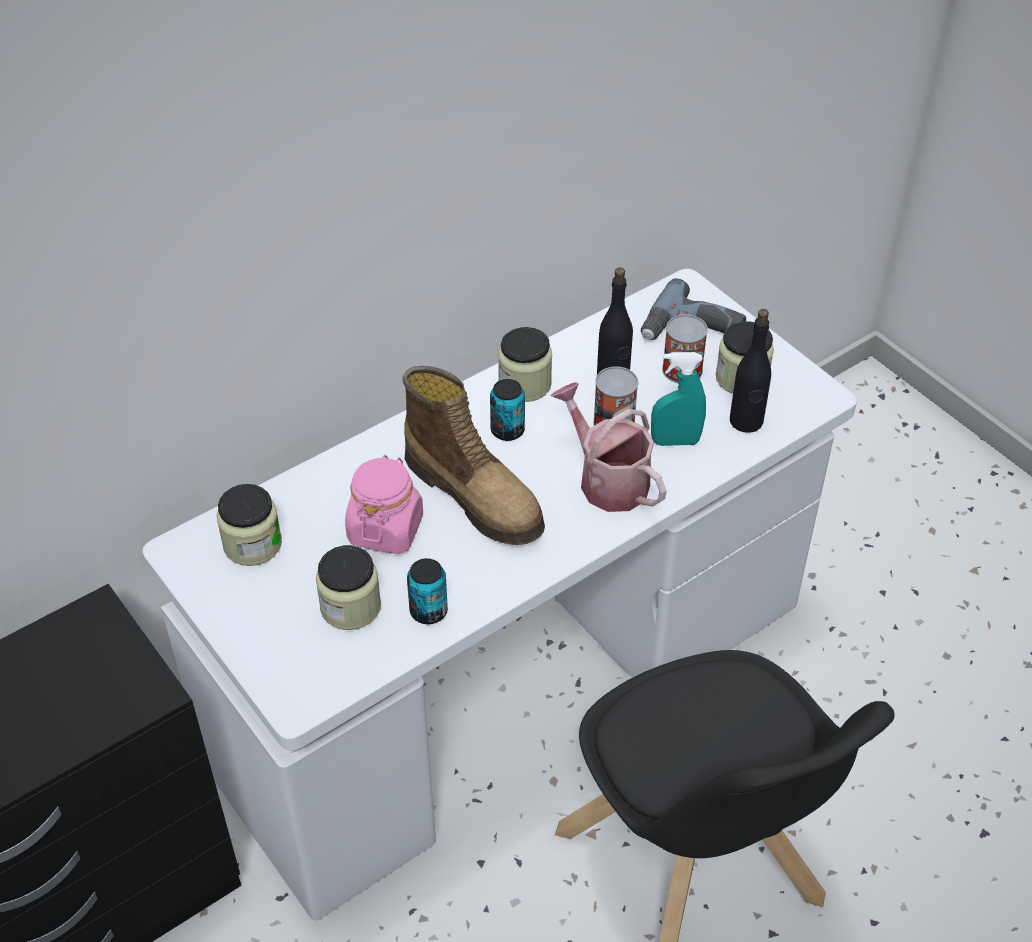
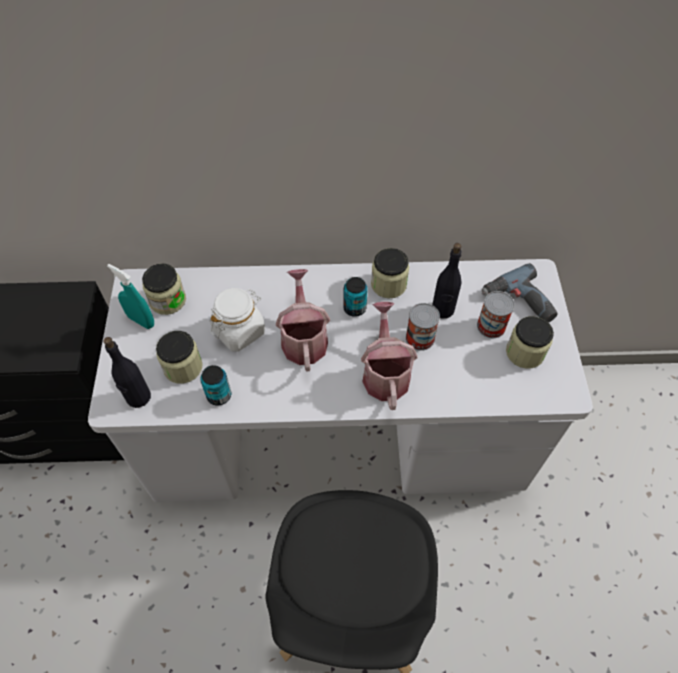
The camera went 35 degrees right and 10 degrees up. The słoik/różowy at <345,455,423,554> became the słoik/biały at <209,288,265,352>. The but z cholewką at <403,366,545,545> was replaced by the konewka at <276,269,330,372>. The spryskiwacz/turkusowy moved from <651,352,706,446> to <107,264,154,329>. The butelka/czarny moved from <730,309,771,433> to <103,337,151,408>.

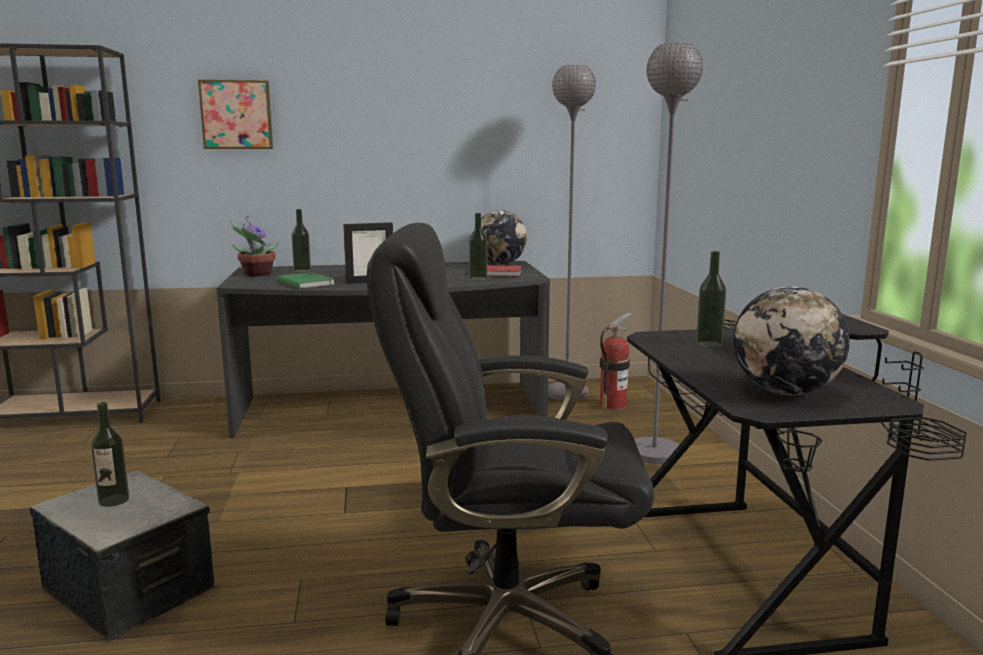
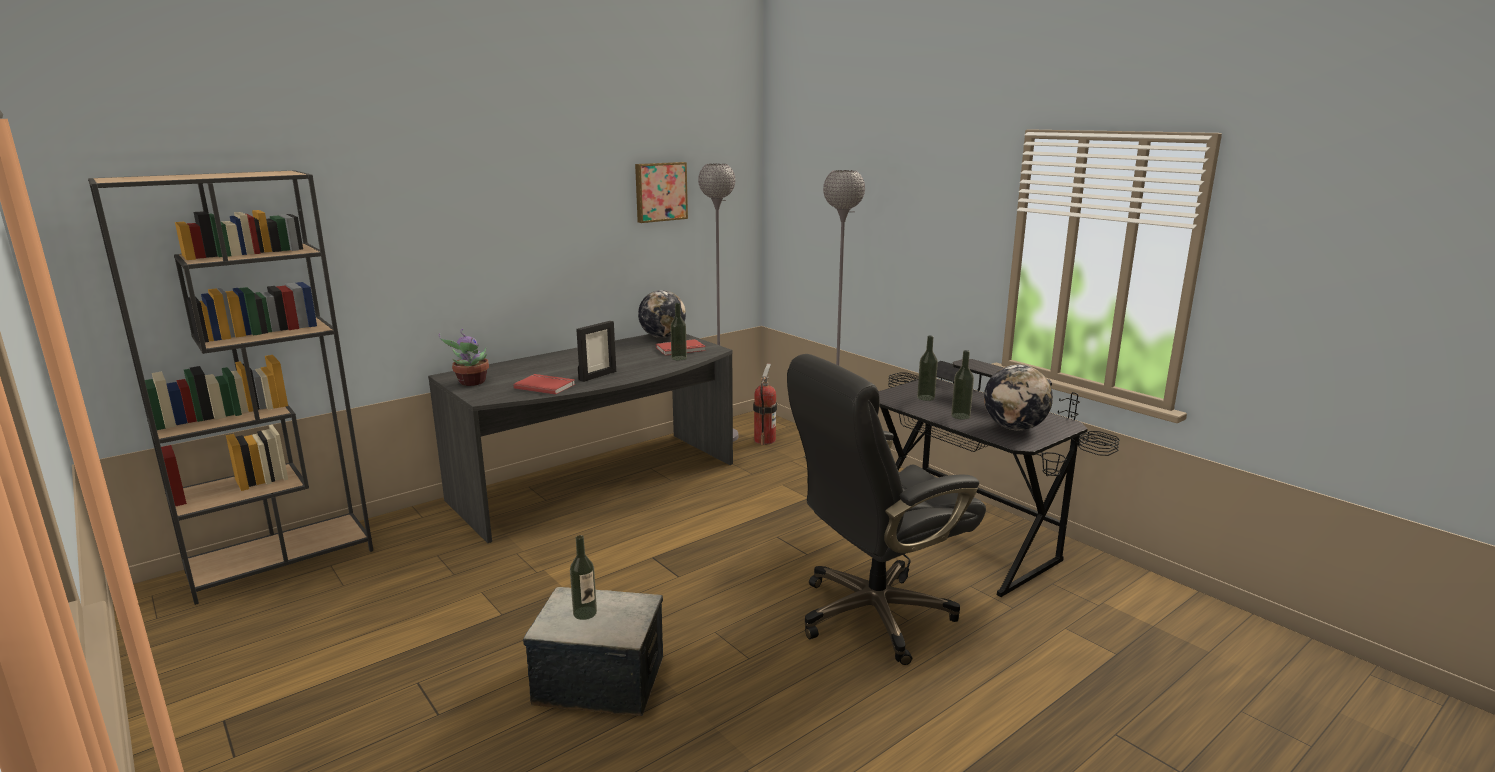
The camera went 30 degrees left and 5 degrees up. The obraz moved from <198,79,273,149> to <635,162,688,223>. The książka/zielony at <277,272,335,289> became the książka/czerwony at <514,374,575,395>. The butelka moved from <292,209,311,273> to <951,350,974,420>.

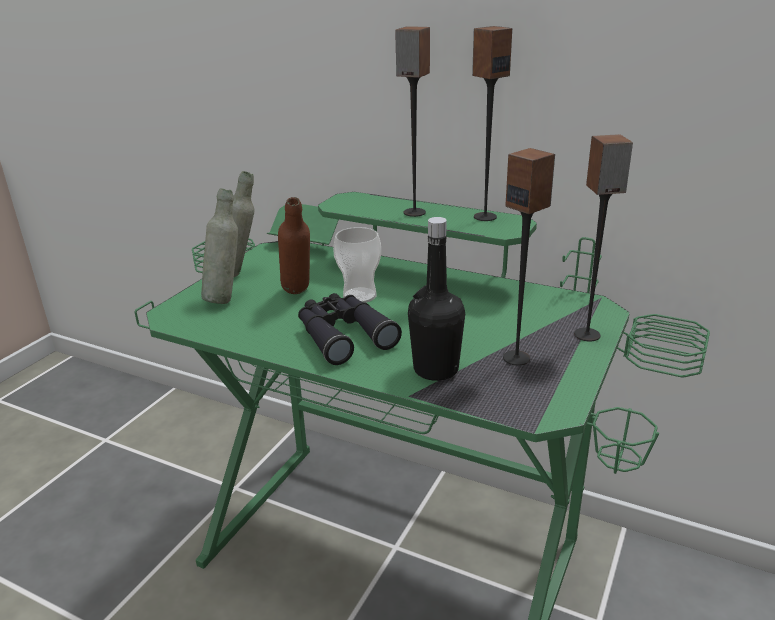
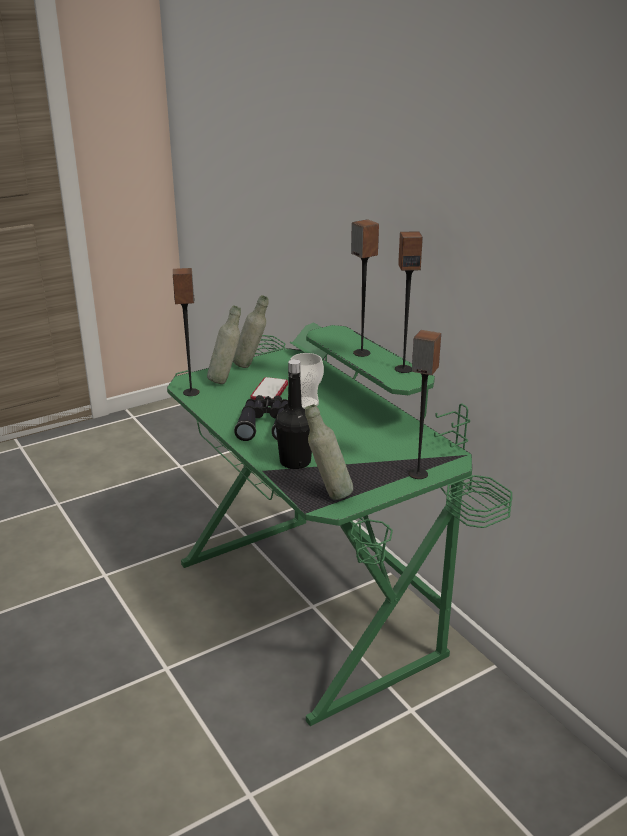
The camera went 30 degrees right and 0 degrees up. The butelka/brązowy at <278,197,310,294> was replaced by the telefon at <250,377,288,400>. The głośnik moved from <503,148,555,366> to <173,268,200,396>. The butelka/szary at <305,404,353,500> appeared.

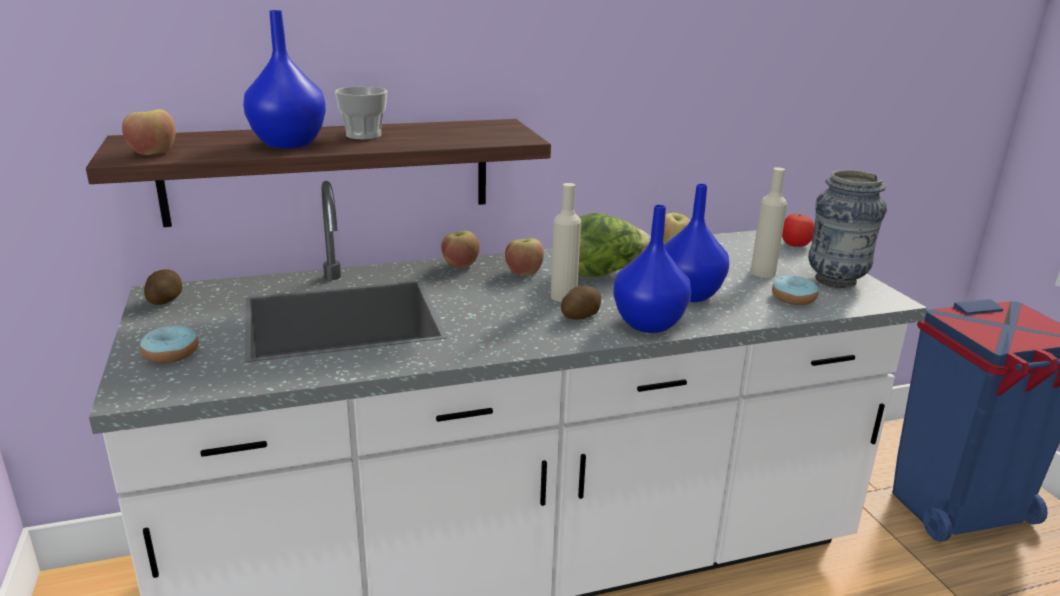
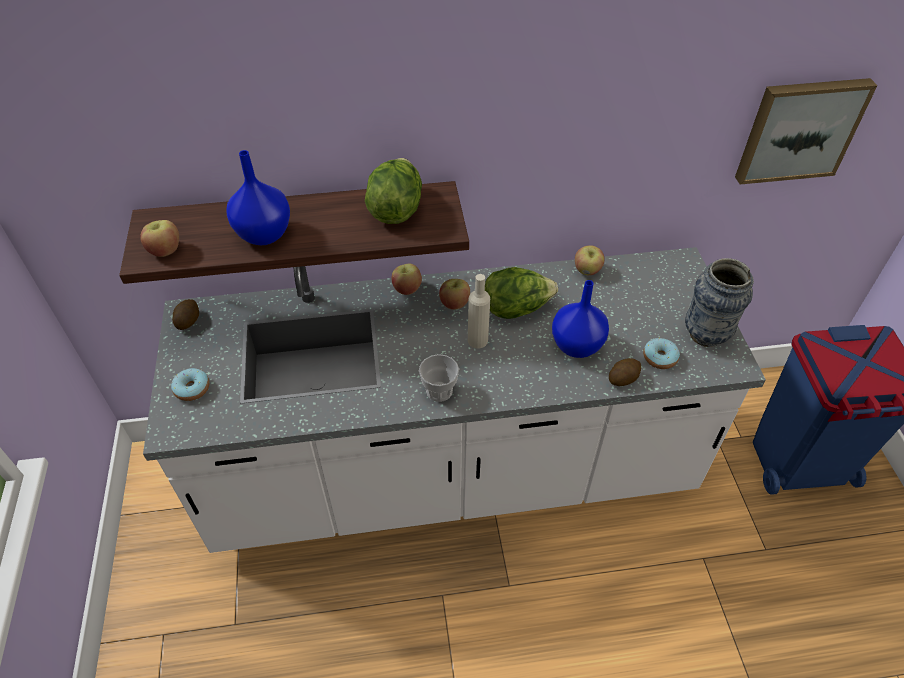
The camera went 10 degrees right and 25 degrees up. The filiżanka moved from <335,86,387,140> to <419,354,459,402>. The ziemniak moved from <561,286,601,320> to <609,358,641,386>. The wazon/niebieski at <613,205,691,333> disappeared. The butelka/beżowy at <751,167,787,278> disappeared. The pomidor at <782,214,814,247> disappeared. The sałata at <365,158,422,224> appeared. The obraz at <735,78,878,184> appeared.

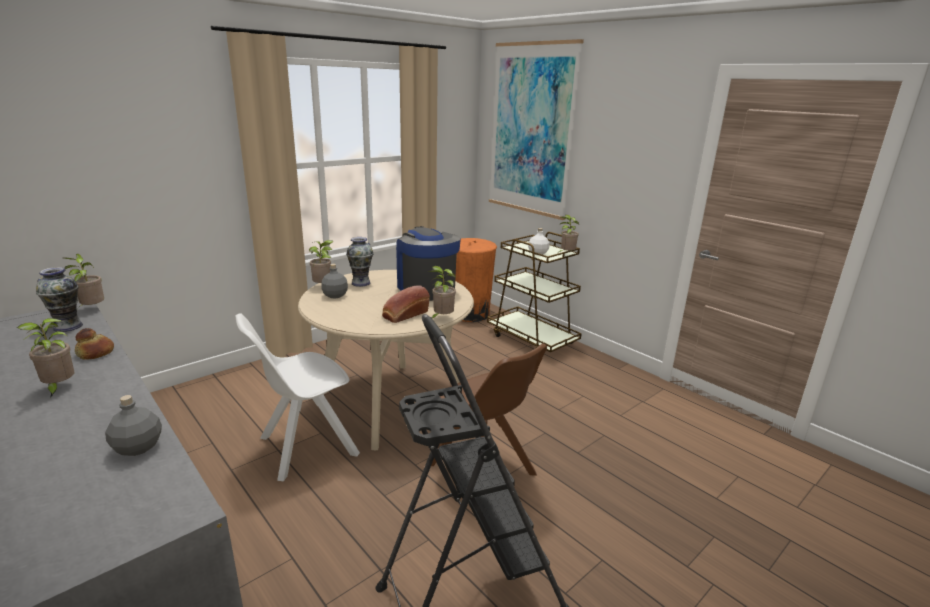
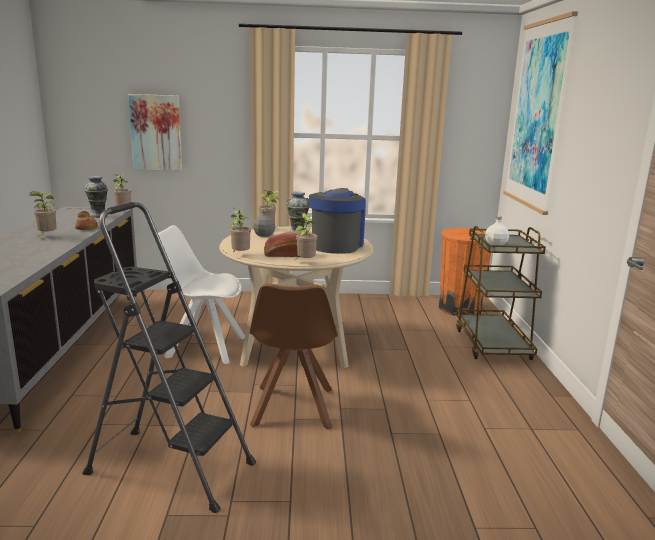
The camera went 40 degrees right and 5 degrees down. The butelka/szary at <105,395,162,456> disappeared. The roślina doniczkowa moved from <558,215,579,253> to <230,208,251,251>. The obraz at <128,94,182,171> appeared.

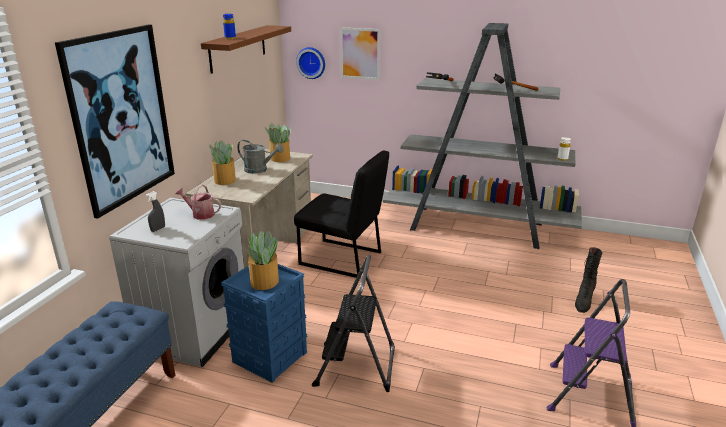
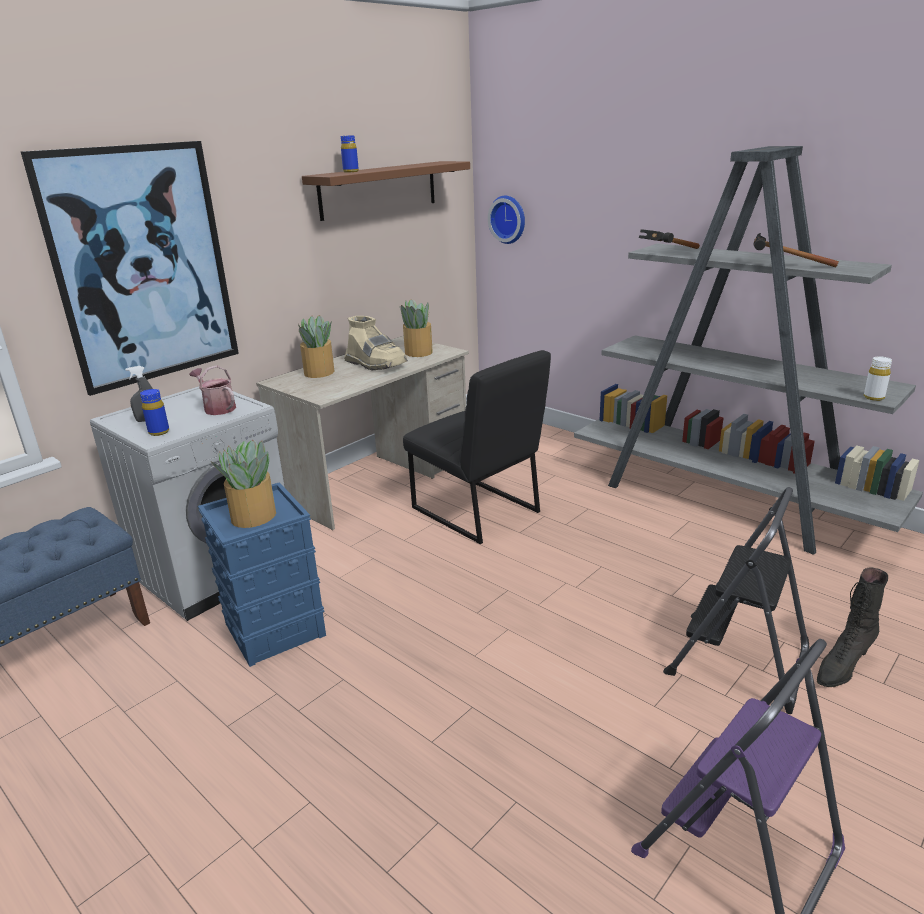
The camera went 25 degrees right and 0 degrees up. The konewka/szary at <237,140,284,174> was replaced by the but z cholewką/beżowy at <344,316,408,370>. The drabinka/czarny moved from <312,255,395,392> to <663,487,810,714>. The obraz at <340,27,380,80> disappeared. The butelka/niebieski at <140,389,169,436> appeared.

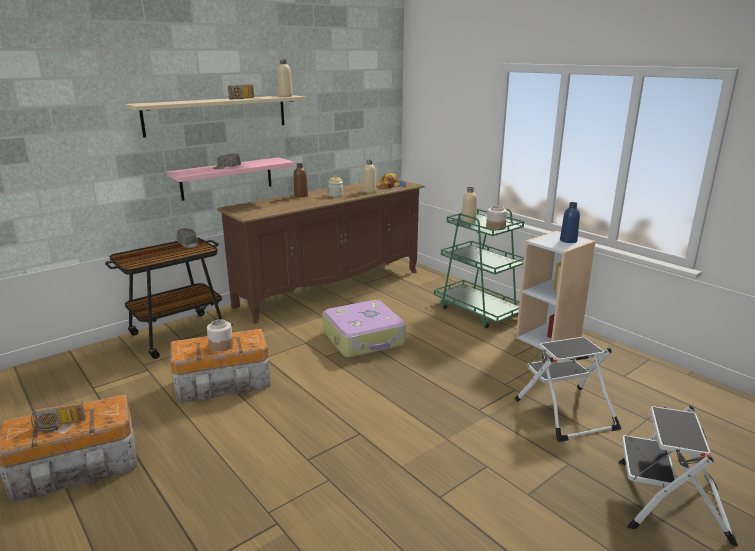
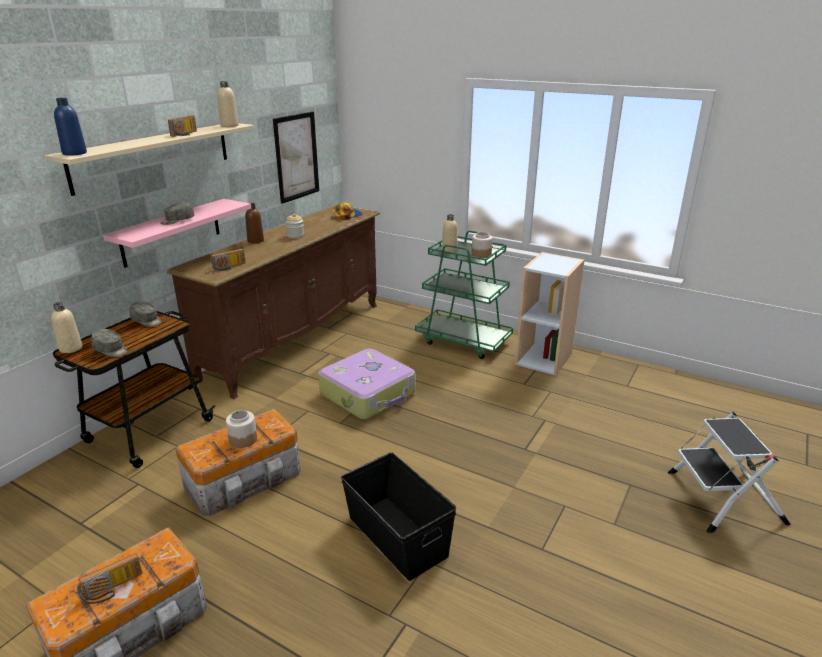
The camera went 20 degrees left and 5 degrees up. The butelka/beżowy moved from <363,160,376,193> to <51,302,82,353>. The drabinka at <514,337,621,442> disappeared. The butelka/niebieski moved from <560,202,580,243> to <54,98,87,156>. The czapka z daszkiem/szary at <91,329,128,357> appeared. The radio at <210,249,246,271> appeared. The obraz at <273,111,319,204> appeared. The pojemnik do przechowywania/czarny at <341,452,457,581> appeared.

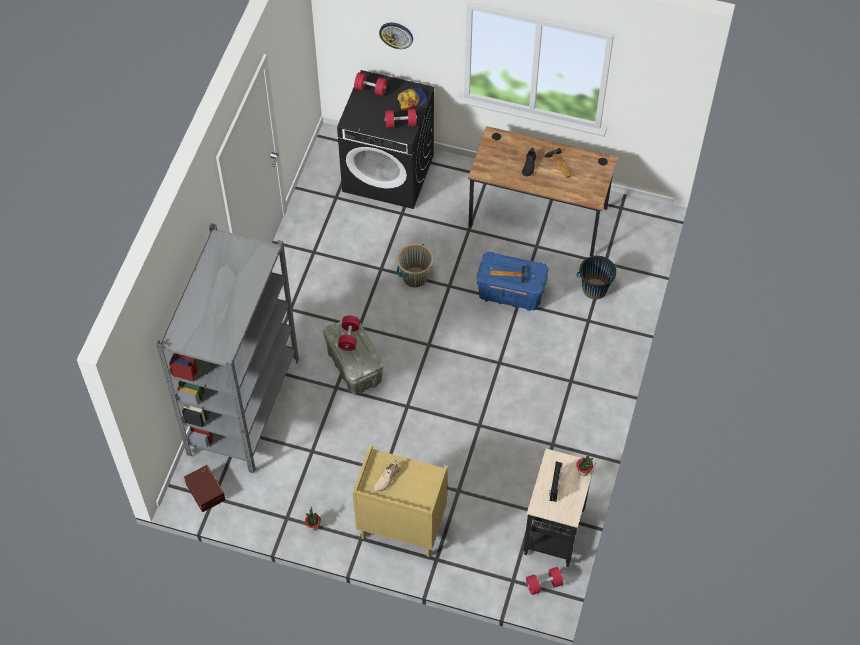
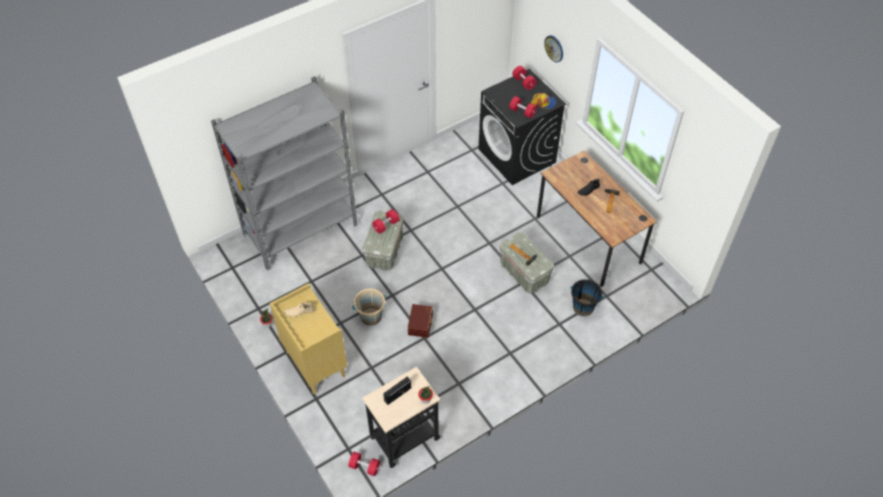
The camera went 40 degrees right and 5 degrees down. The pojemnik do przechowywania/brązowy moved from <184,465,226,512> to <408,304,433,338>. The wiadro/beżowy moved from <397,244,433,287> to <352,289,386,326>. The pojemnik do przechowywania/niebieski at <477,252,548,311> became the pojemnik do przechowywania/szary at <499,232,554,293>.

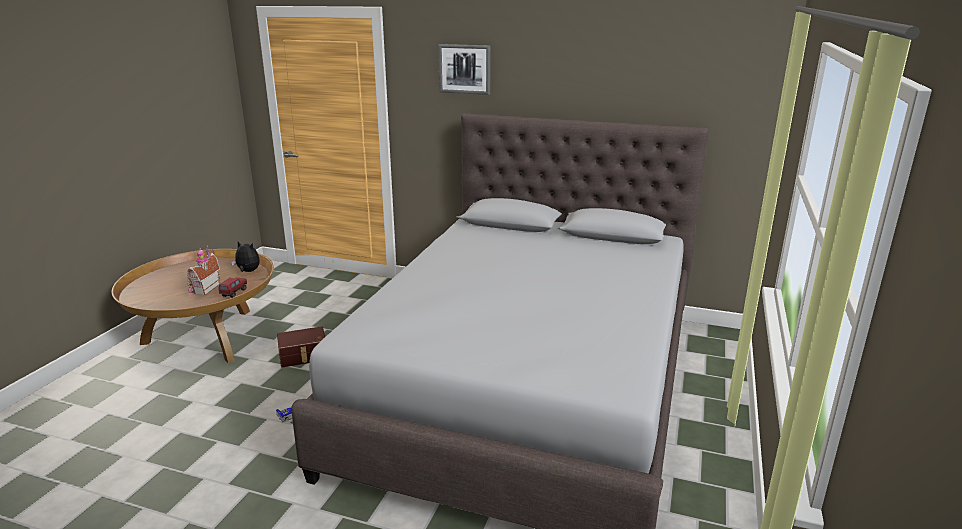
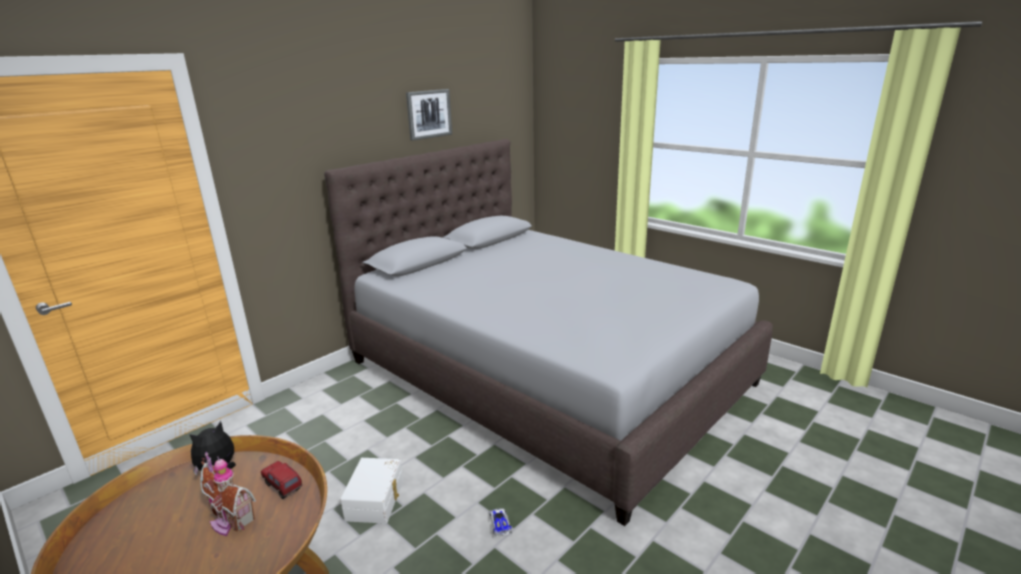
The camera went 65 degrees left and 0 degrees up. The pojemnik do przechowywania/brązowy at <277,326,325,367> became the pojemnik do przechowywania/biały at <340,458,403,524>. The obraz moved from <438,44,491,95> to <406,89,452,141>.

